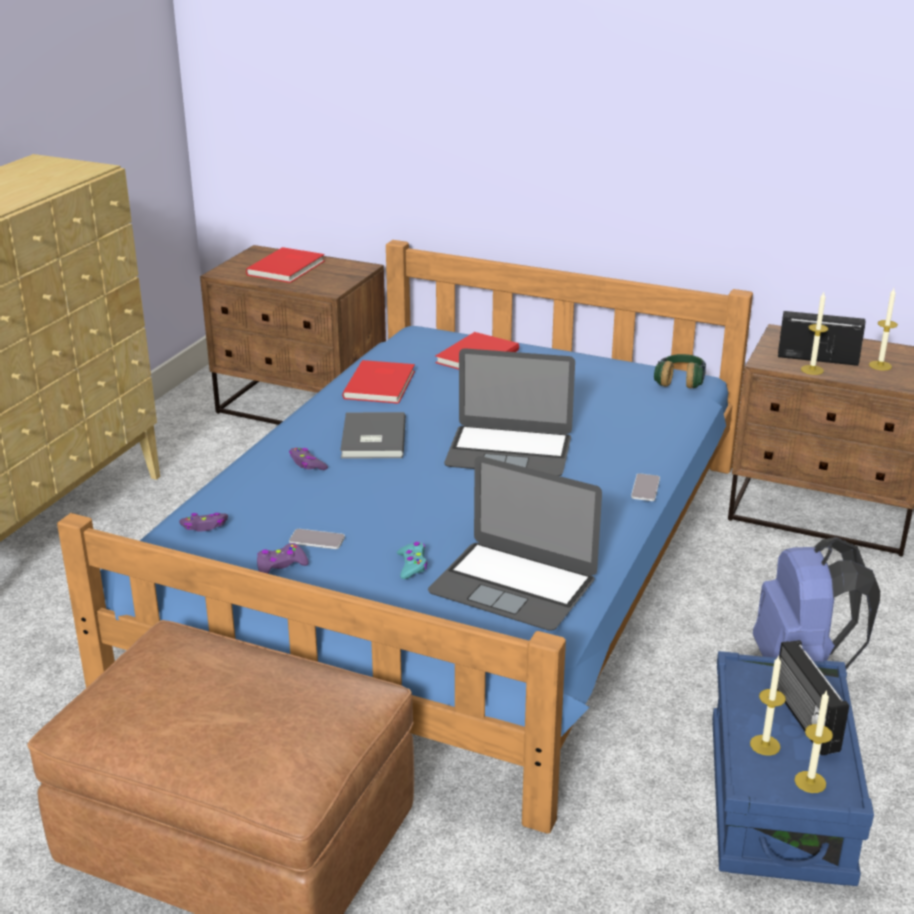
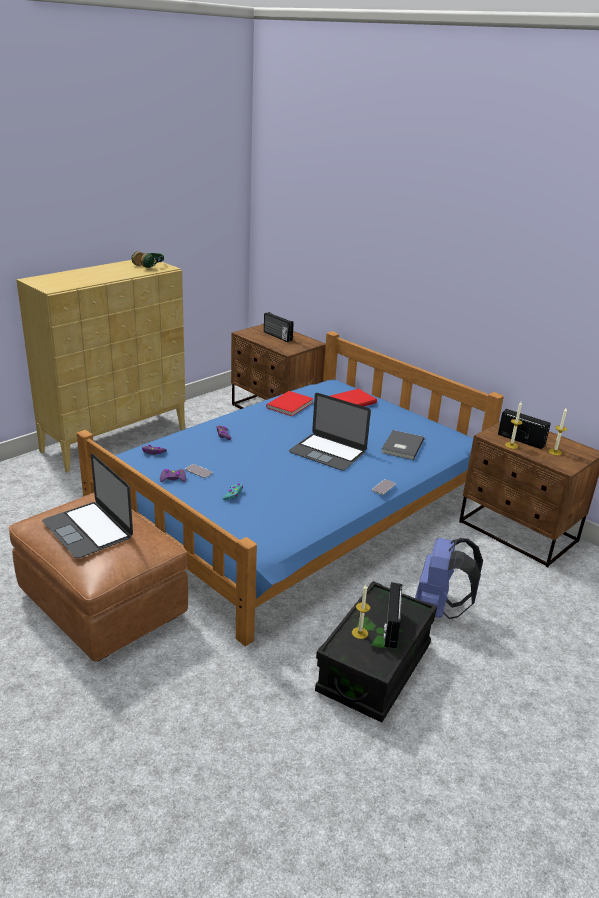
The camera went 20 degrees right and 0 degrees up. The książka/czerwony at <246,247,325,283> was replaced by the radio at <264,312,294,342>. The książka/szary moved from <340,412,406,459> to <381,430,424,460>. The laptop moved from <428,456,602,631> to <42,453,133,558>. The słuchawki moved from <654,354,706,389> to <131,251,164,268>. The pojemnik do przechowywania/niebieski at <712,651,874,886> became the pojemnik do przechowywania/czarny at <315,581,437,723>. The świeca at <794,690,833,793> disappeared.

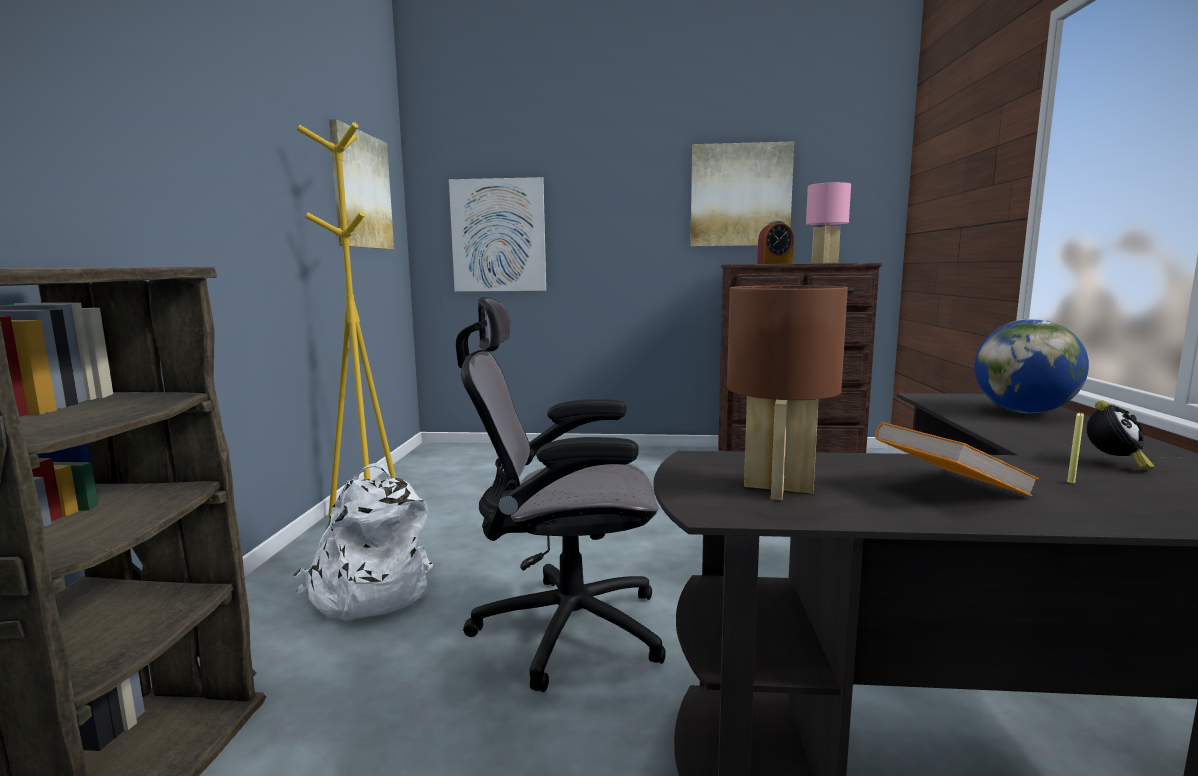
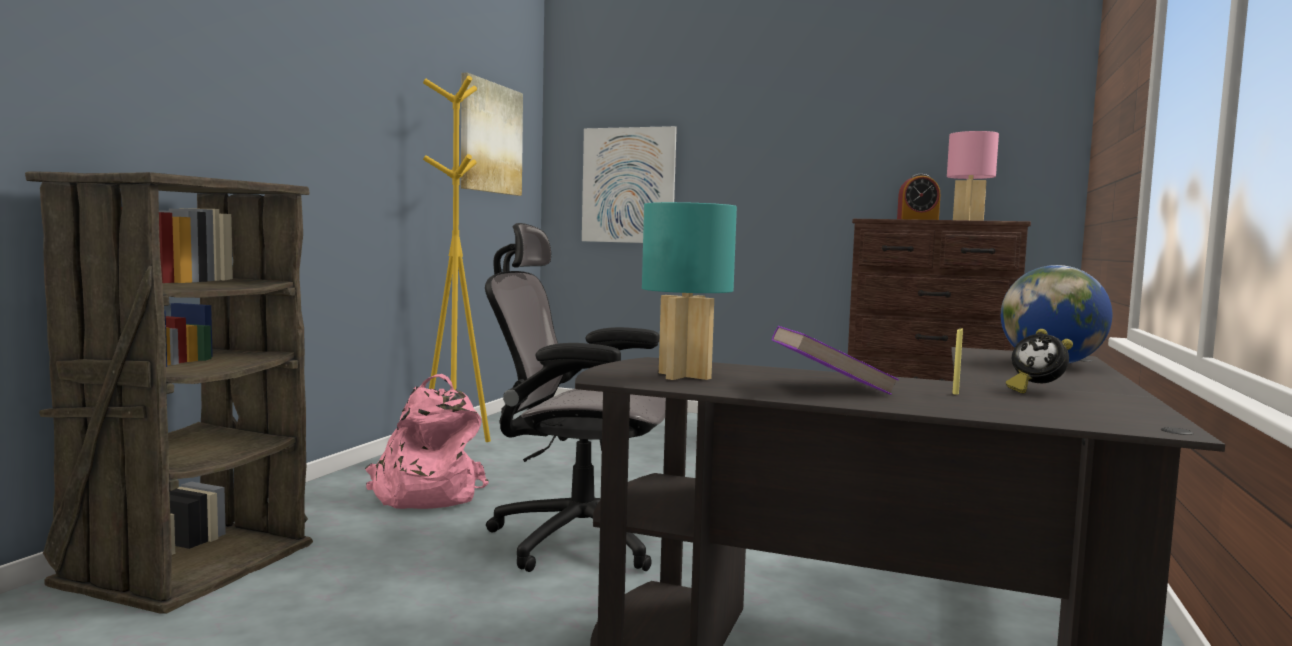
The camera went 15 degrees right and 5 degrees down. The plecak/biały at <294,463,433,621> became the plecak/różowy at <365,374,489,509>. The obraz at <690,141,794,246> disappeared. The lampa stołowa/brązowy at <727,285,848,500> became the lampa stołowa/turkusowy at <642,202,737,380>. The książka/pomarańczowy at <875,422,1039,496> became the książka/fioletowy at <772,326,899,395>. The budzik at <1087,400,1155,470> turned 75 degrees clockwise.

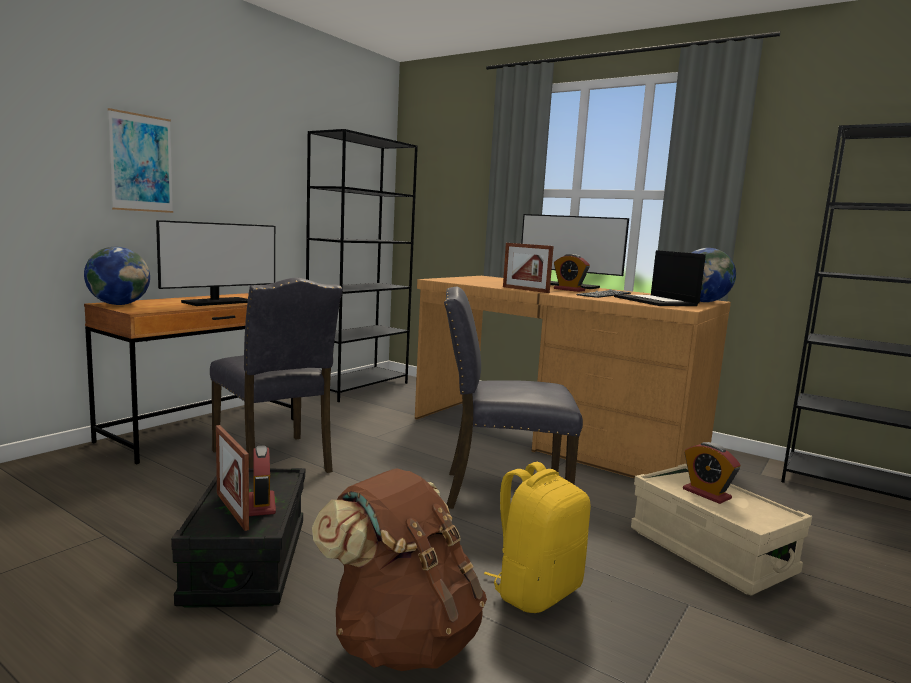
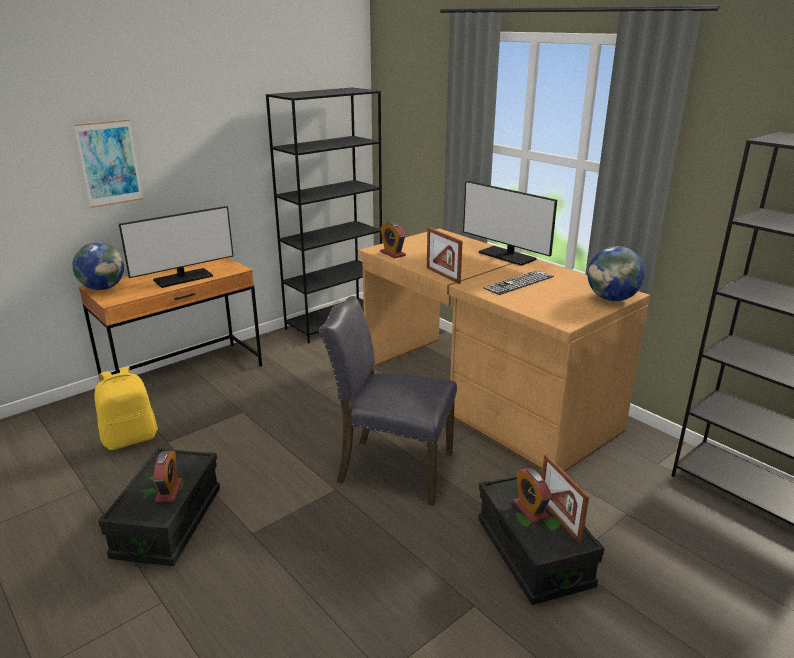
The camera went 15 degrees right and 15 degrees up. The krzesło/szary at <210,278,342,473> disappeared. The ramka na zdjęcie moved from <216,425,249,531> to <542,454,589,544>. The plecak/brązowy at <312,468,487,671> disappeared. The plecak/żółty moved from <484,462,591,613> to <94,367,158,450>. The budzik moved from <554,254,590,292> to <380,222,406,258>. The laptop at <614,250,706,306> disappeared. The pojemnik do przechowywania/beżowy at <631,464,812,596> became the pojemnik do przechowywania/czarny at <478,470,605,605>.

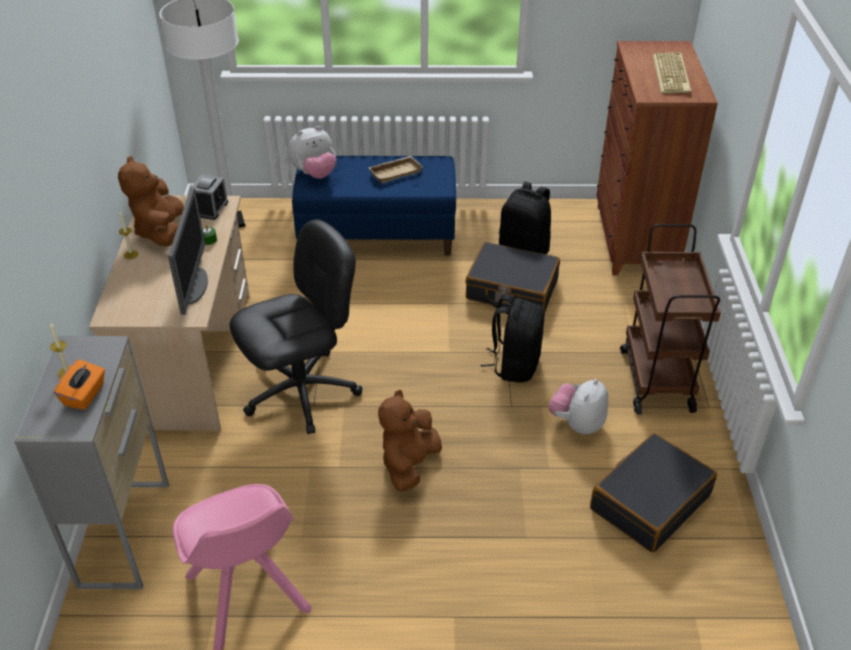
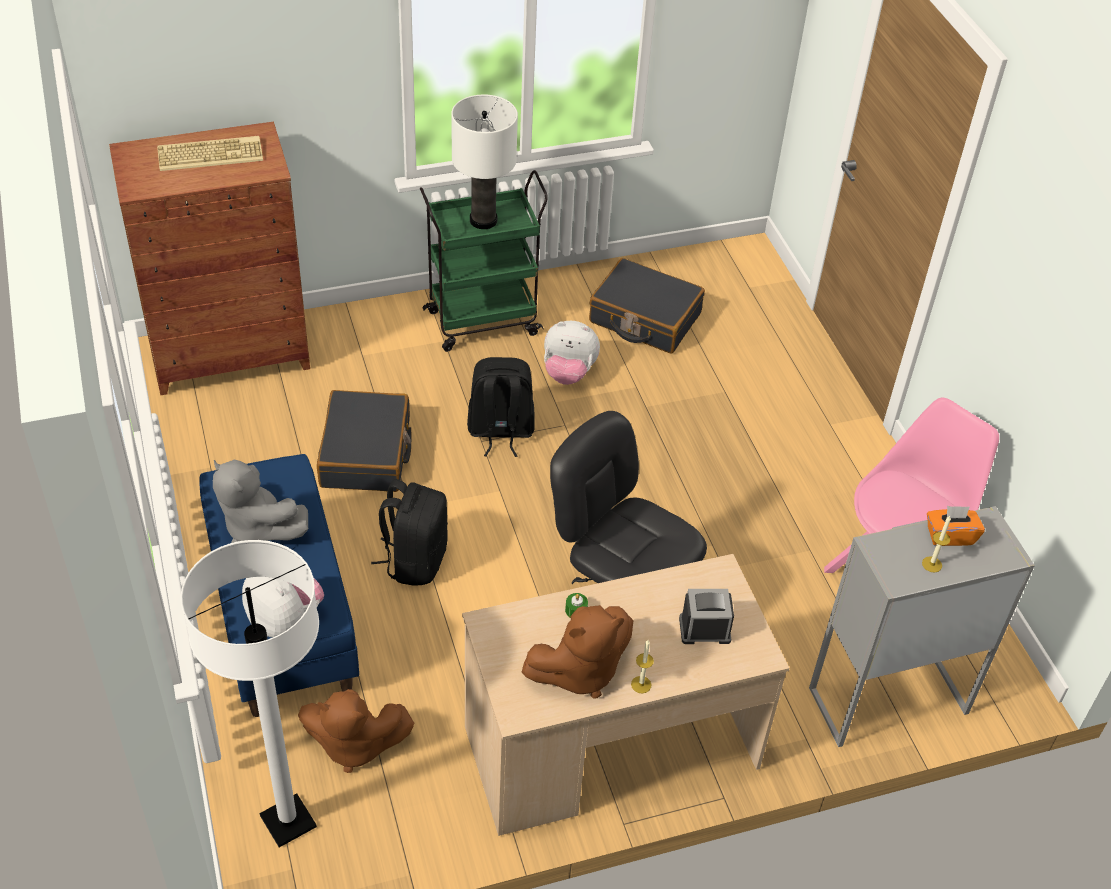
The camera went 110 degrees left and 5 degrees up. The monitor at <168,188,208,315> disappeared. The budzik moved from <191,174,228,220> to <679,589,734,644>. The taca/beżowy at <368,156,423,183> was replaced by the pluszak/szary at <213,460,308,543>. The pluszak/brązowy moved from <378,390,442,492> to <298,689,415,773>. The plecak/czarny moved from <499,182,551,254> to <371,479,448,586>. The wózek/brązowy at <620,224,721,414> became the wózek/zielony at <420,170,548,352>. The lampa stołowa/biały at <451,95,518,229> appeared.

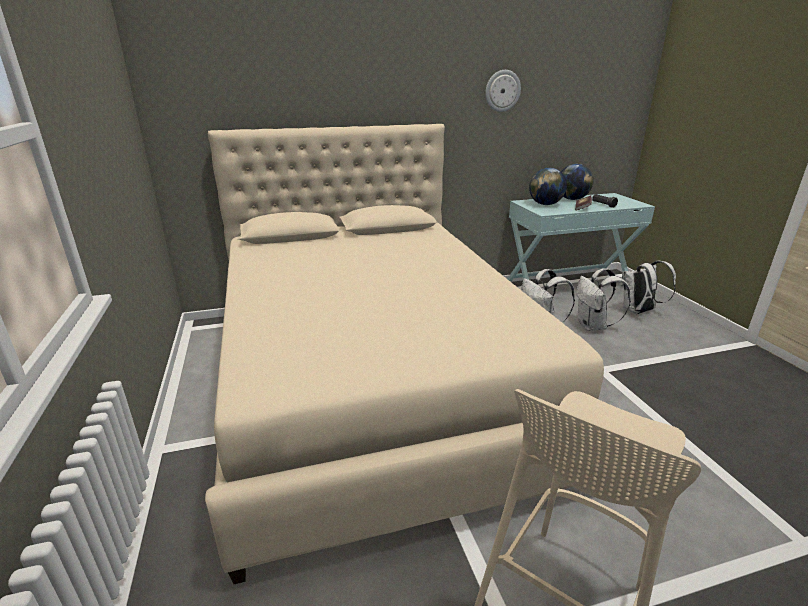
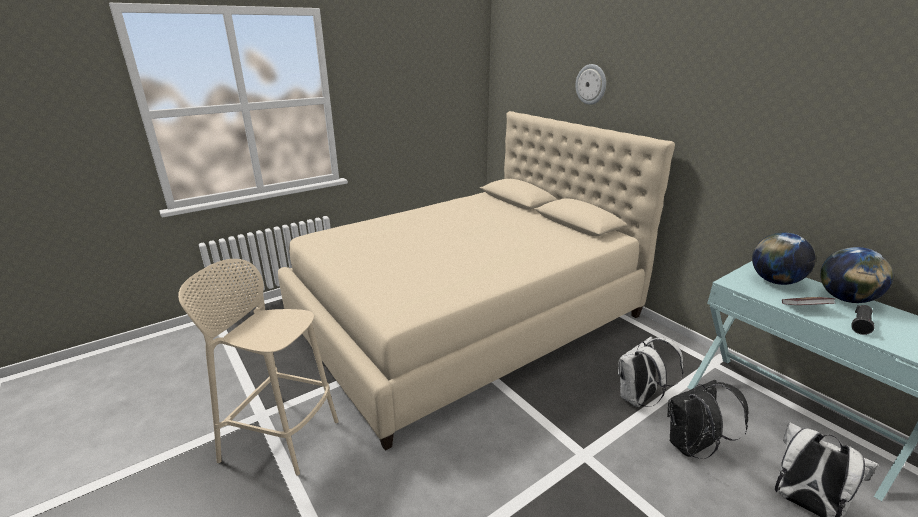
The camera went 70 degrees right and 0 degrees up. The zegar ścienny moved from <485,70,521,112> to <575,64,606,105>. The plecak/biały at <576,268,631,331> became the plecak/czarny at <667,380,748,459>.

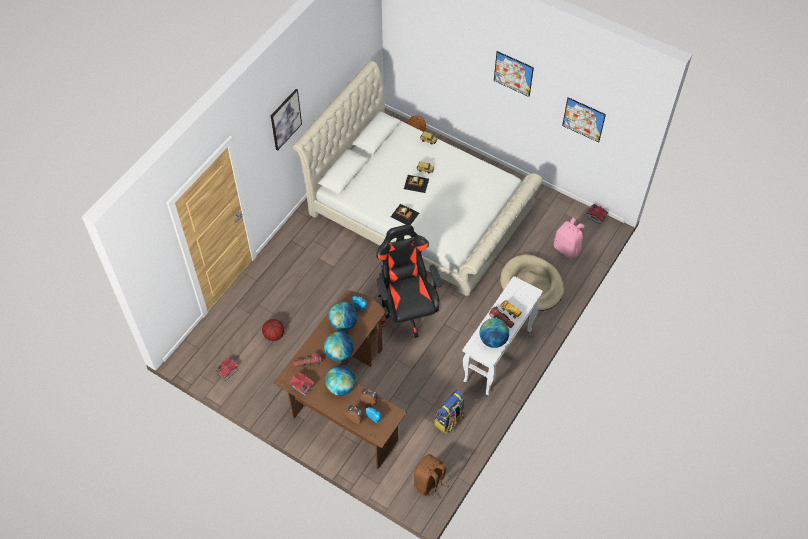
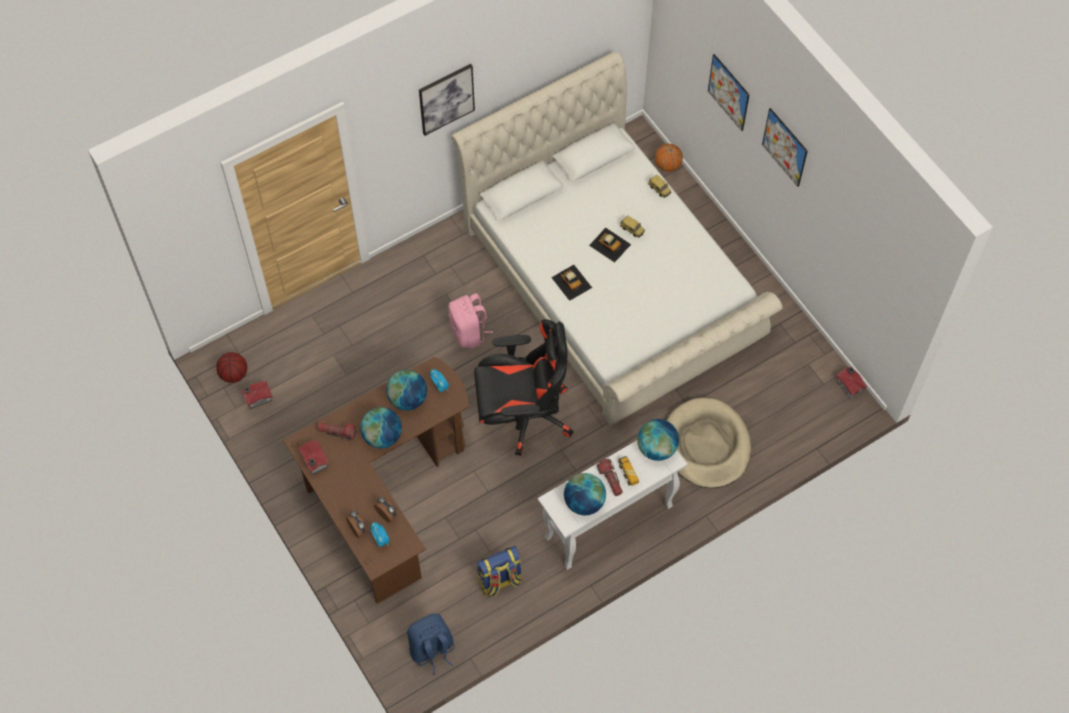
The camera went 25 degrees right and 5 degrees up. The piłka do koszykówki moved from <262,319,284,341> to <216,352,247,383>. The globus moved from <325,365,355,396> to <637,419,679,461>. The krzesło biurowe/czarny at <376,225,442,338> turned 75 degrees clockwise. The plecak/brązowy at <414,454,449,498> became the plecak/niebieski at <407,614,454,675>. The plecak/różowy moved from <554,218,585,259> to <449,293,493,349>. The obraz moved from <562,97,606,142> to <708,54,749,131>.

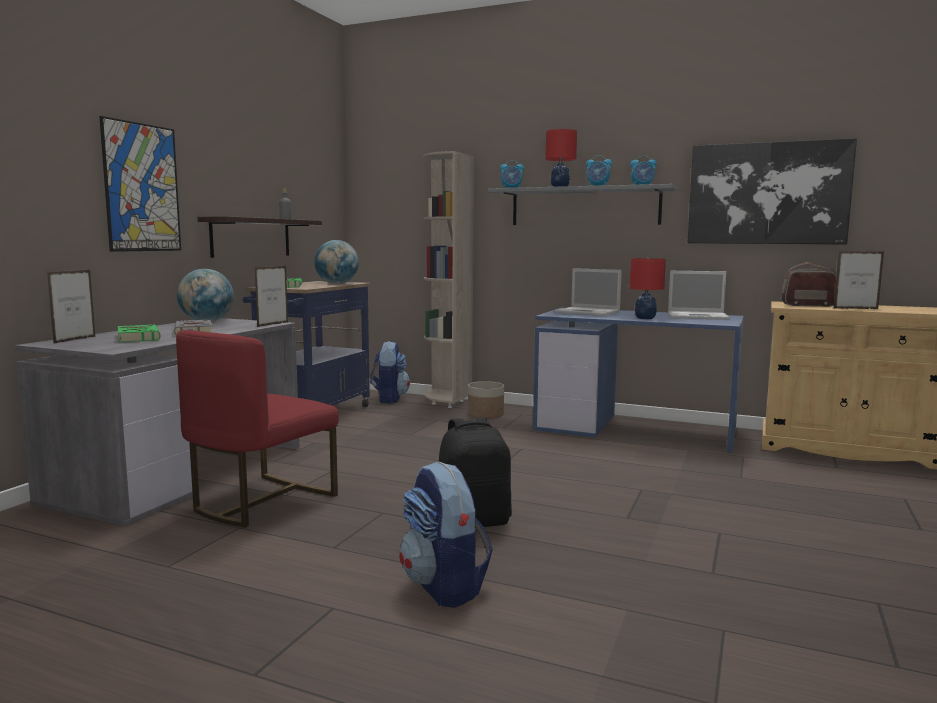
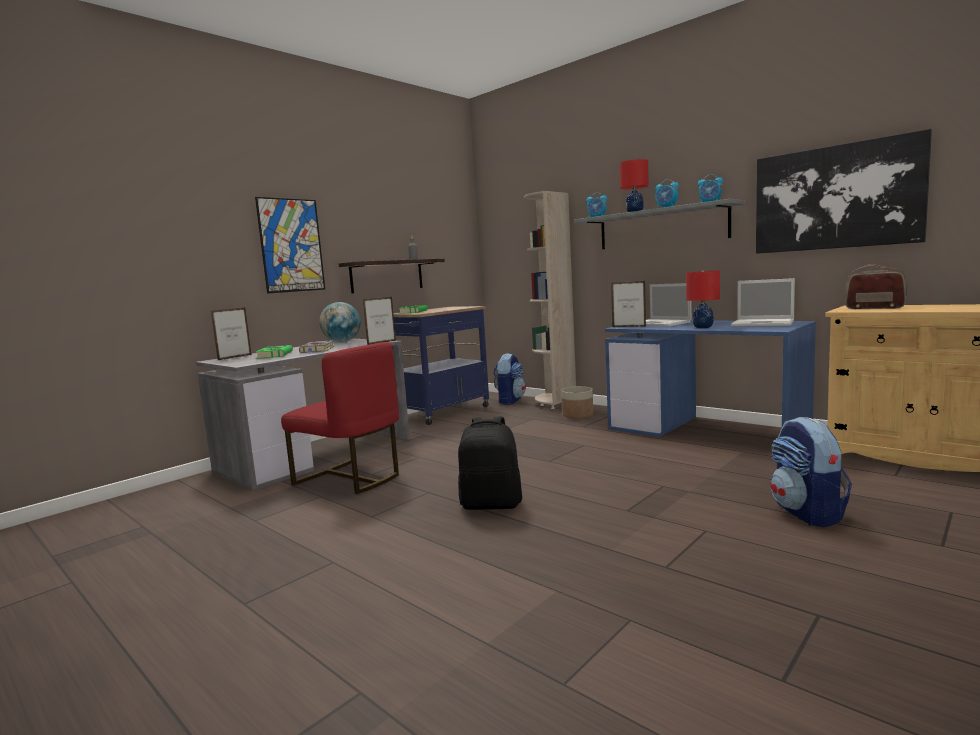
The camera went 20 degrees right and 0 degrees up. The krzesło/czerwony at <176,330,339,528> turned 105 degrees counterclockwise. The globus at <314,240,359,284> disappeared. The plecak moved from <399,461,493,608> to <770,417,852,527>. The ramka na zdjęcie moved from <834,251,884,309> to <611,281,646,327>.

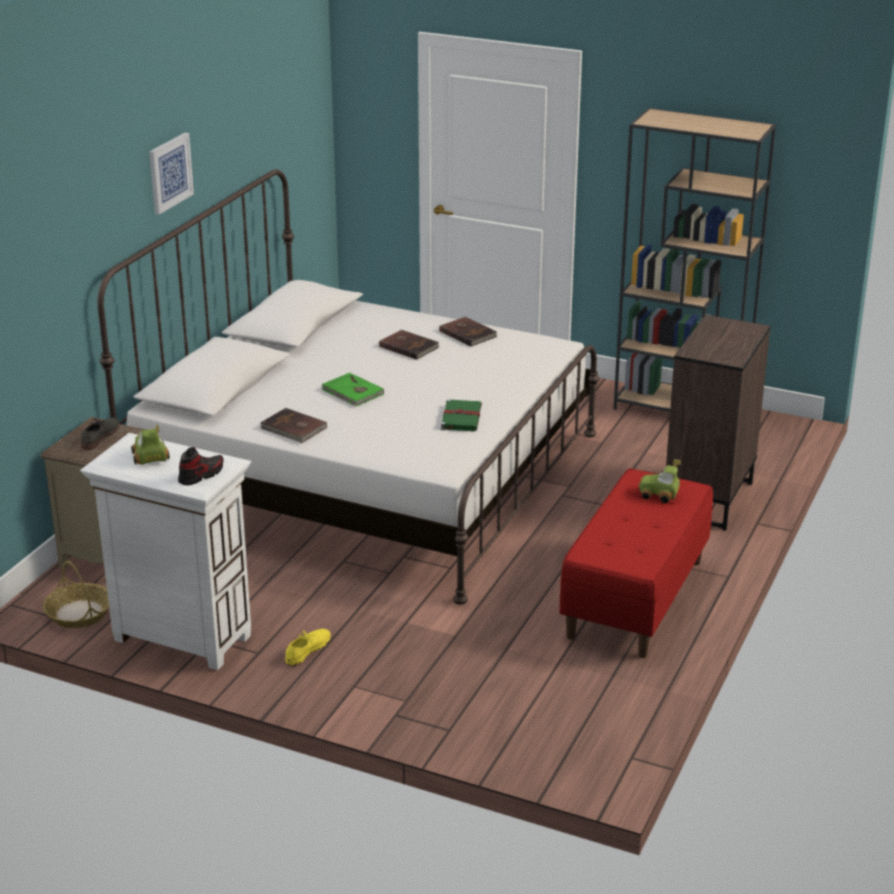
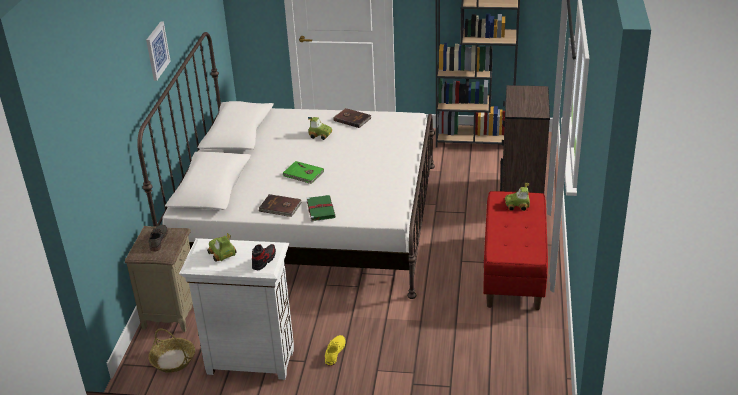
The camera went 15 degrees left and 5 degrees up. The książka/brązowy at <379,330,439,360> was replaced by the samochodzik at <308,117,332,140>. The książka/zielony moved from <440,399,482,431> to <306,195,336,222>.

